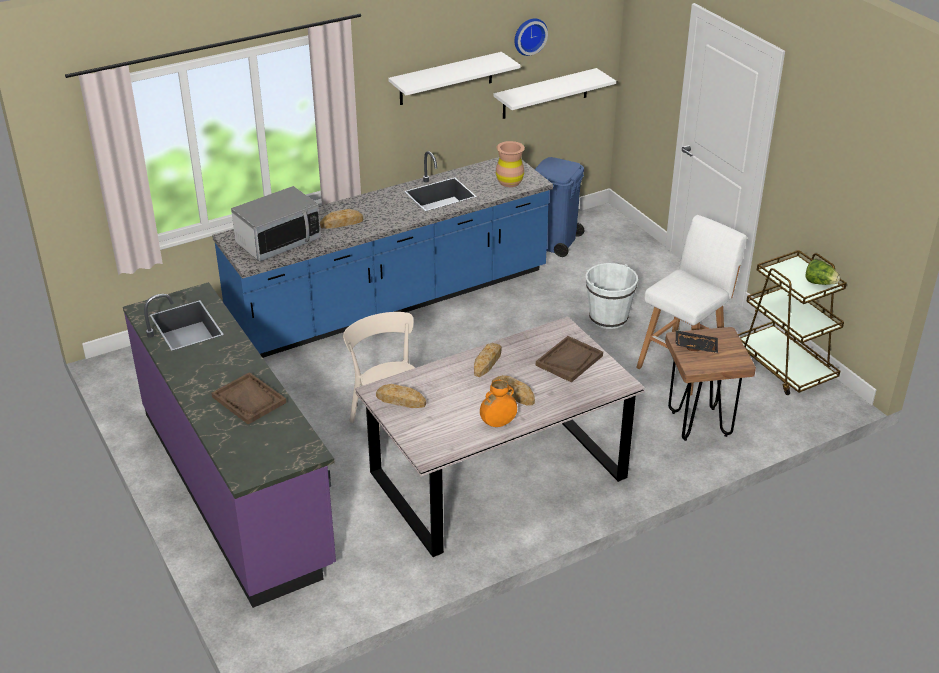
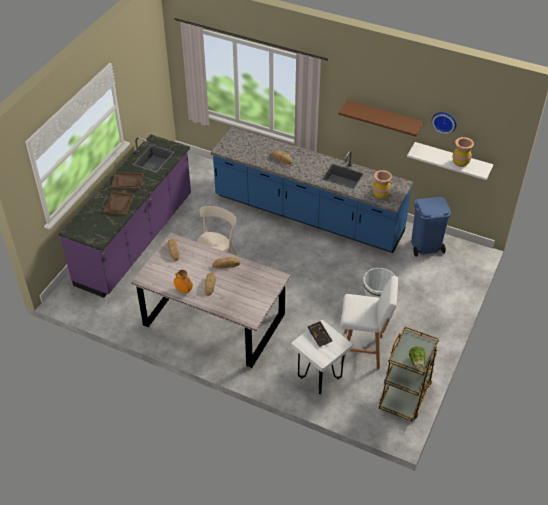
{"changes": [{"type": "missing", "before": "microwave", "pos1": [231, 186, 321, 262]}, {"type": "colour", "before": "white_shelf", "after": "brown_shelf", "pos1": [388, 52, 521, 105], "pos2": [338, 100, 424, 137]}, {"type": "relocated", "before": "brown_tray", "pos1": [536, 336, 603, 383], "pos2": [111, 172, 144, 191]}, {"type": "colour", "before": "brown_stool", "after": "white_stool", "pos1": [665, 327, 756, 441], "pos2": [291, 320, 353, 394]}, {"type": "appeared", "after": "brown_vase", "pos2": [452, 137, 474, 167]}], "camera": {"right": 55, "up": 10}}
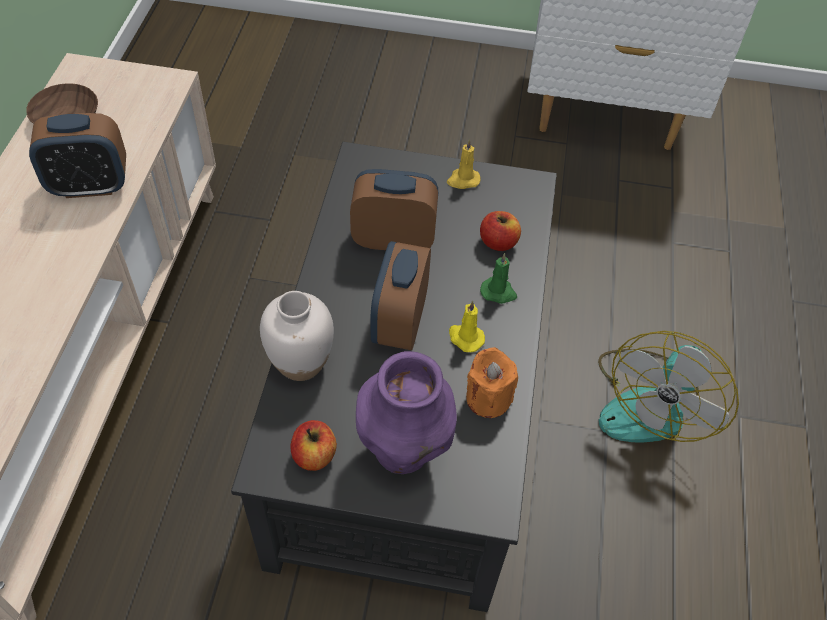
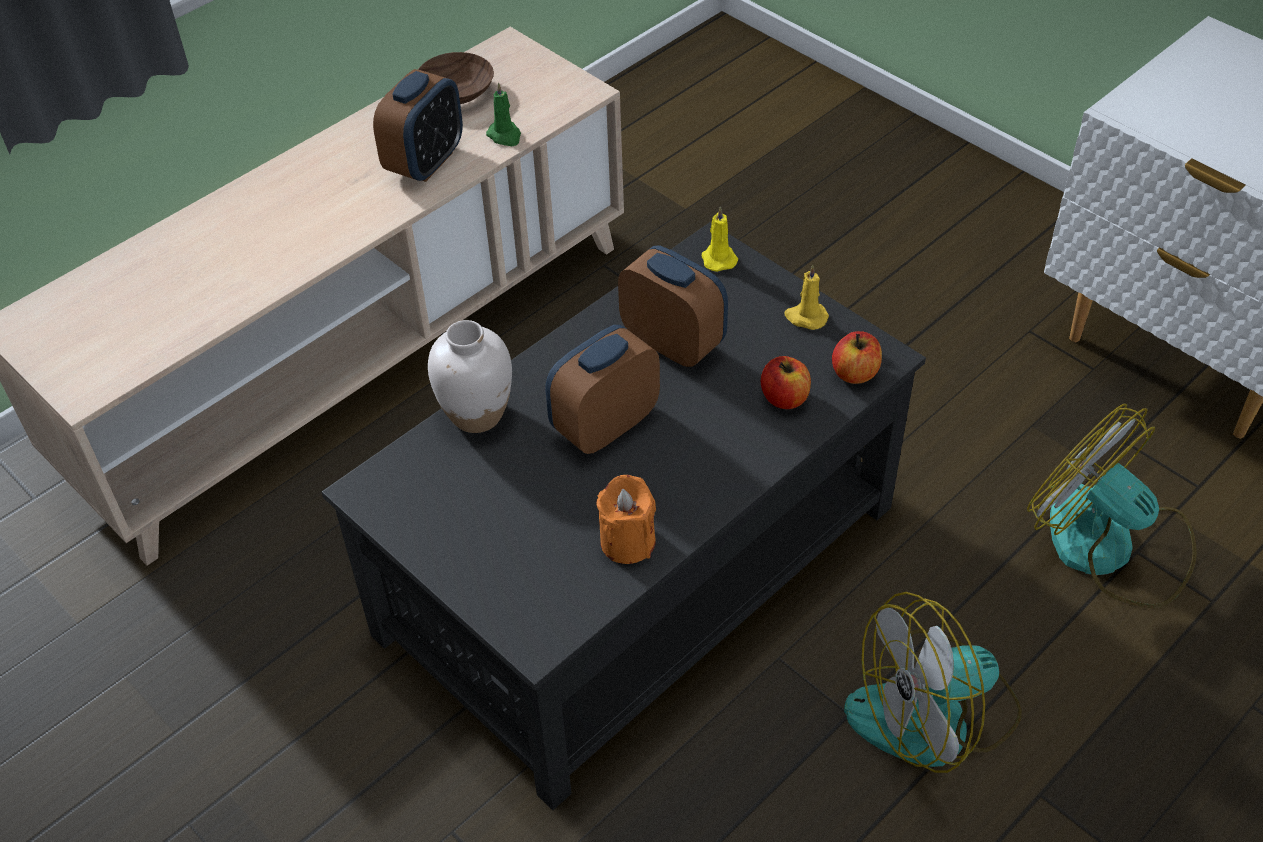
{"changes": [{"type": "spun", "before": "alarm_clock", "pos1": [29, 113, 126, 198], "pos2": [373, 69, 463, 182], "turn": -90}, {"type": "relocated", "before": "apple", "pos1": [291, 420, 337, 471], "pos2": [832, 331, 882, 384]}, {"type": "missing", "before": "purple_vase", "pos1": [356, 351, 457, 474]}, {"type": "relocated", "before": "yellow_candle", "pos1": [449, 300, 485, 352], "pos2": [702, 206, 738, 272]}, {"type": "relocated", "before": "green_candle", "pos1": [480, 253, 517, 304], "pos2": [486, 82, 521, 146]}, {"type": "appeared", "after": "fan", "pos2": [1027, 404, 1197, 608]}], "camera": {"right": 40, "up": -5}}
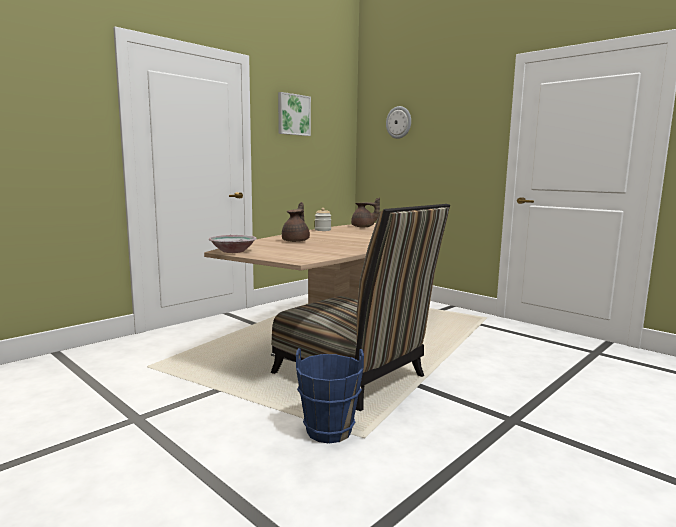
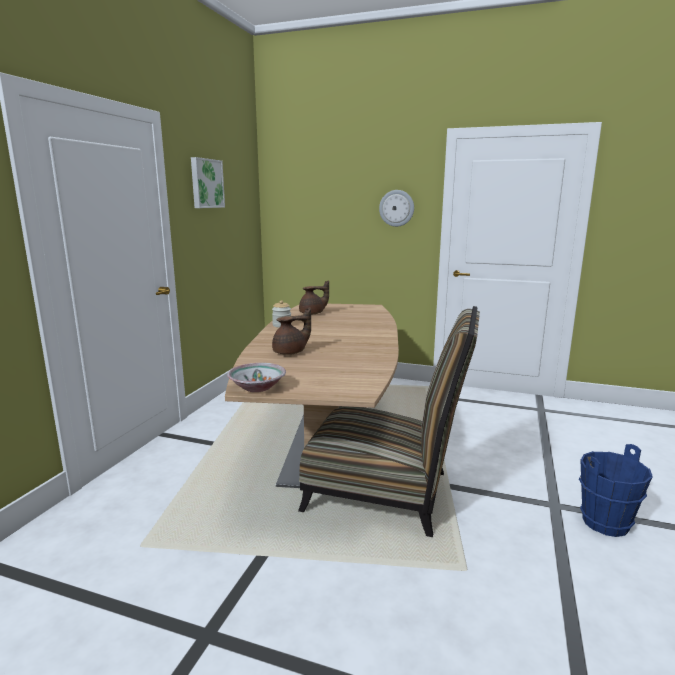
{"changes": [{"type": "spun", "before": "brown_teapot", "pos1": [282, 202, 310, 242], "pos2": [272, 307, 311, 355], "turn": 75}, {"type": "relocated", "before": "blue_bucket", "pos1": [296, 348, 364, 443], "pos2": [579, 444, 652, 537]}, {"type": "relocated", "before": "wall_clock", "pos1": [386, 106, 411, 139], "pos2": [379, 190, 414, 227]}], "camera": {"right": -25, "up": 5}}
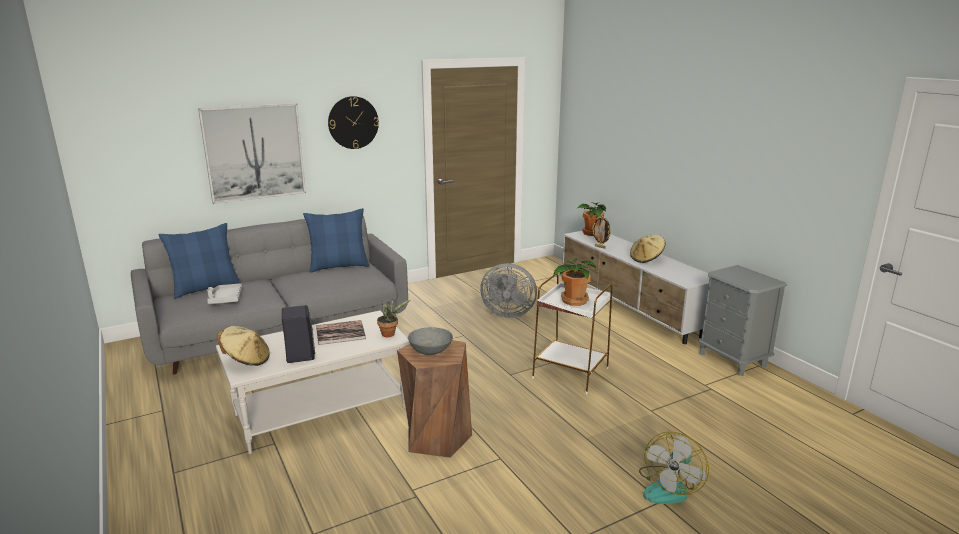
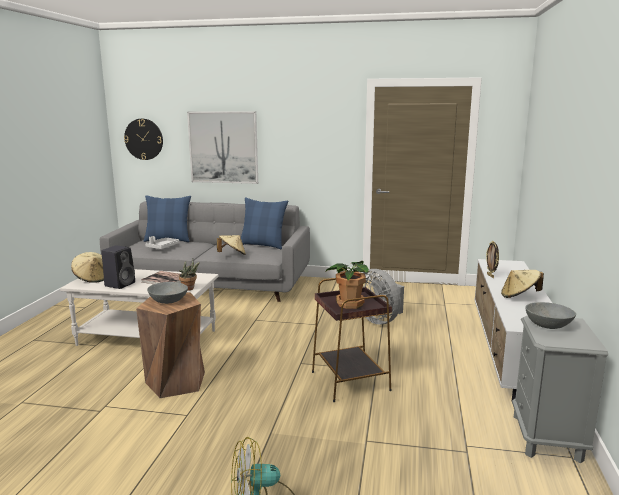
{"changes": [{"type": "relocated", "before": "wall_clock", "pos1": [328, 96, 379, 149], "pos2": [124, 119, 163, 160]}, {"type": "colour", "before": "white_side_table", "after": "brown_side_table", "pos1": [532, 274, 612, 394], "pos2": [312, 278, 392, 402]}, {"type": "missing", "before": "potted_plant", "pos1": [577, 203, 606, 236]}, {"type": "appeared", "after": "beige_hat", "pos2": [217, 235, 246, 255]}, {"type": "appeared", "after": "grey_bowl", "pos2": [525, 302, 576, 329]}], "camera": {"right": 40, "up": -5}}
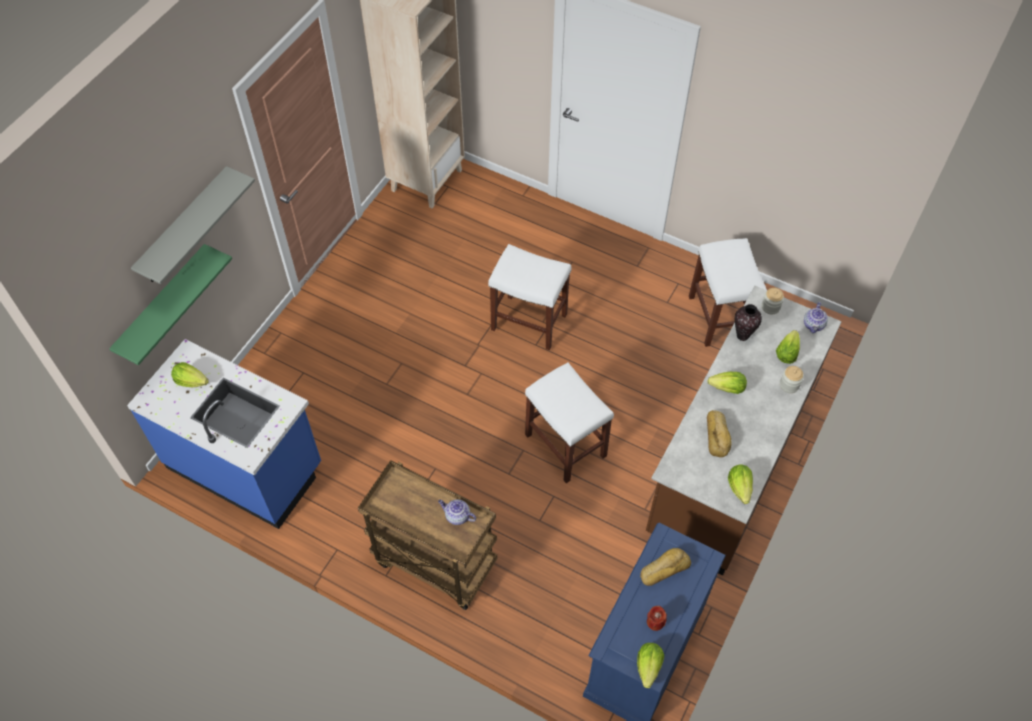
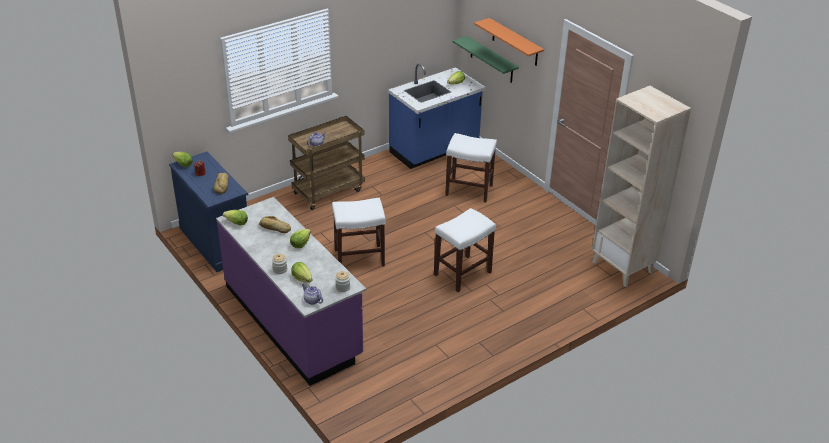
{"changes": [{"type": "colour", "before": "grey_shelf", "after": "orange_shelf", "pos1": [131, 166, 255, 284], "pos2": [474, 18, 544, 66]}, {"type": "colour", "before": "brown_counter", "after": "purple_counter", "pos1": [646, 286, 842, 576], "pos2": [216, 197, 366, 386]}, {"type": "relocated", "before": "white_stool", "pos1": [689, 238, 767, 347], "pos2": [445, 133, 497, 202]}, {"type": "missing", "before": "vase", "pos1": [735, 304, 762, 341]}], "camera": {"right": 115, "up": -20}}
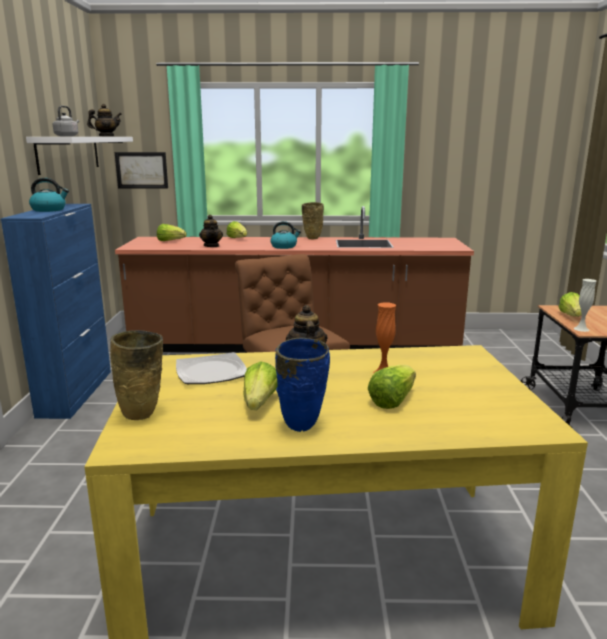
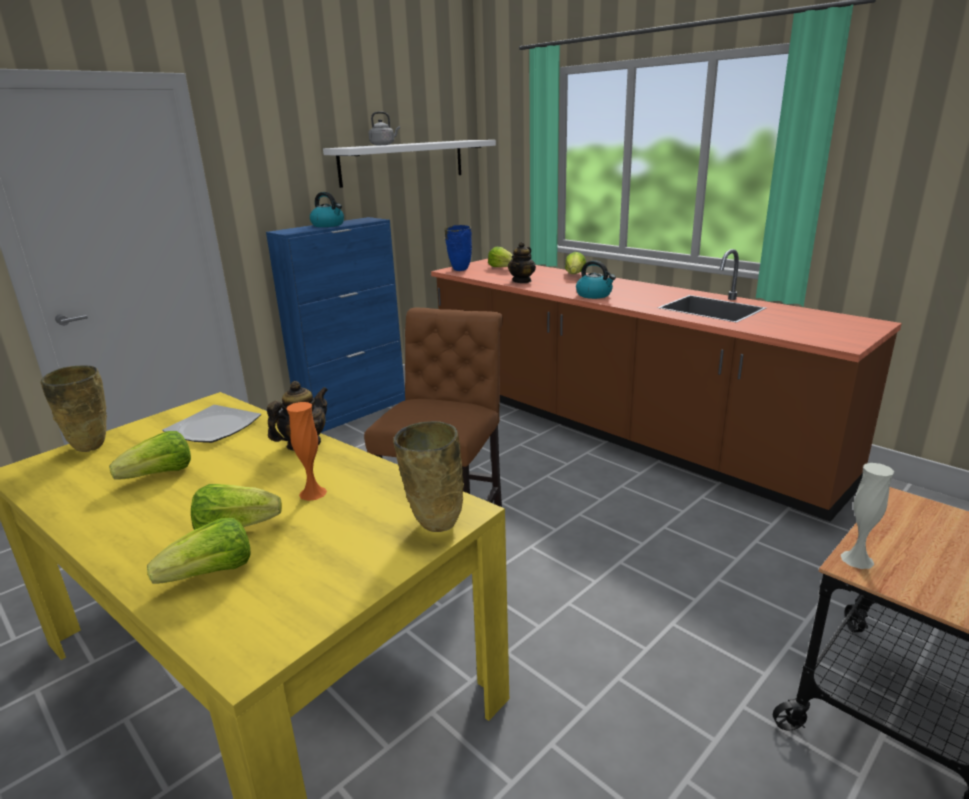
{"changes": [{"type": "missing", "before": "teapot", "pos1": [87, 104, 122, 137]}, {"type": "missing", "before": "picture", "pos1": [114, 152, 168, 189]}, {"type": "relocated", "before": "blue_vase", "pos1": [275, 338, 330, 432], "pos2": [444, 225, 472, 271]}, {"type": "relocated", "before": "beige_vase", "pos1": [302, 202, 324, 239], "pos2": [393, 421, 464, 532]}, {"type": "relocated", "before": "lettuce", "pos1": [559, 292, 582, 317], "pos2": [147, 518, 250, 584]}], "camera": {"right": 45, "up": 5}}
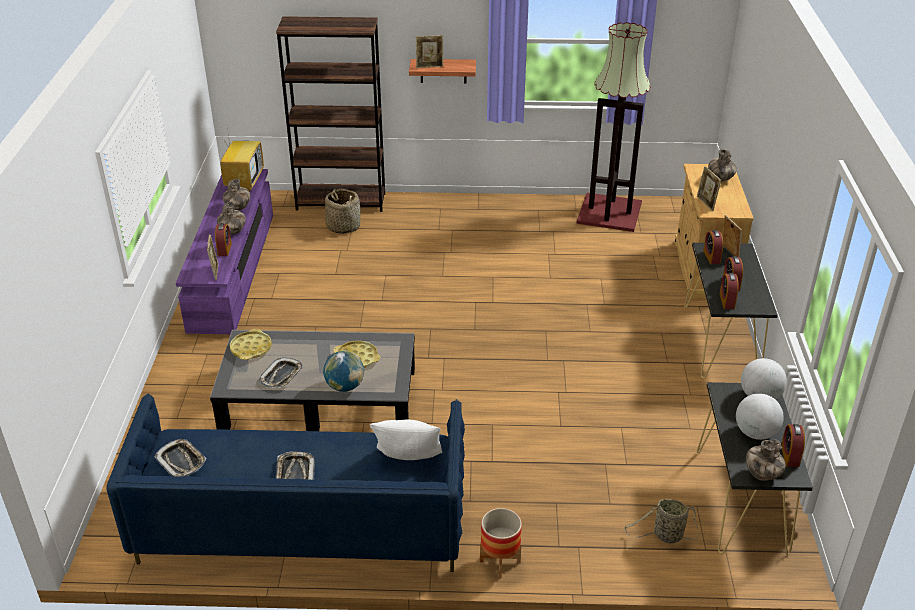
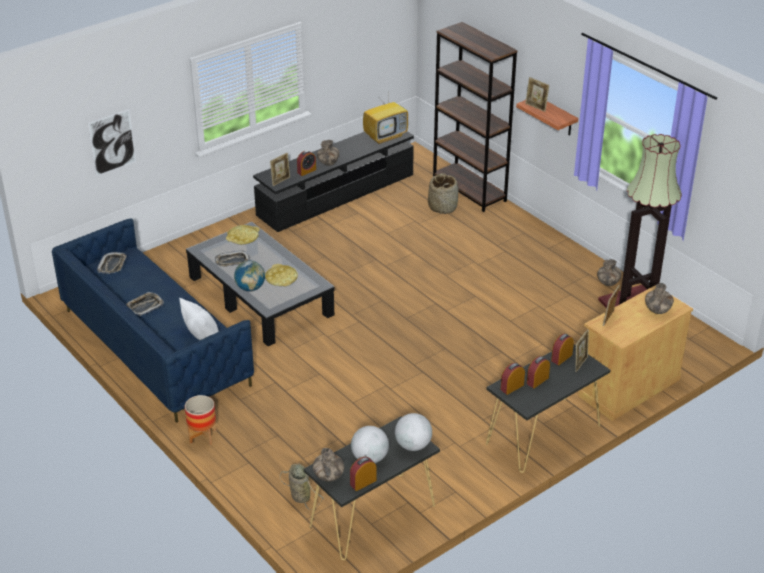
{"changes": [{"type": "colour", "before": "purple_tv_stand", "after": "black_tv_stand", "pos1": [176, 169, 273, 334], "pos2": [253, 131, 414, 232]}, {"type": "relocated", "before": "vase", "pos1": [223, 179, 250, 210], "pos2": [597, 259, 622, 286]}, {"type": "appeared", "after": "picture", "pos2": [88, 109, 136, 177]}], "camera": {"right": 50, "up": 0}}
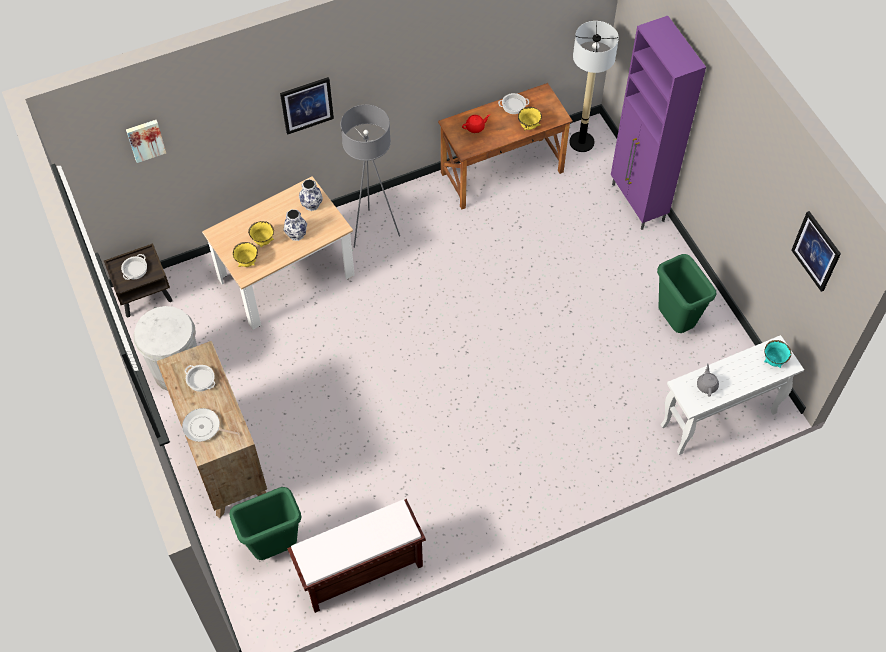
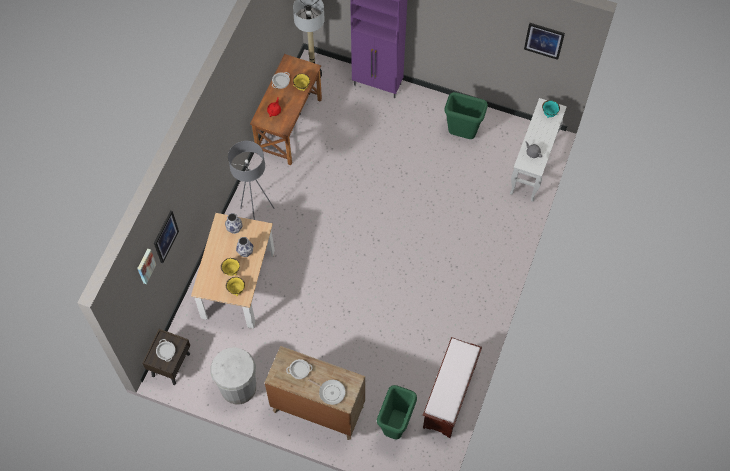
{"changes": [{"type": "spun", "before": "frying_pan", "pos1": [182, 408, 239, 442], "pos2": [308, 379, 345, 405], "turn": -120}, {"type": "relocated", "before": "picture", "pos1": [280, 77, 334, 135], "pos2": [154, 210, 179, 264]}], "camera": {"right": -45, "up": 5}}
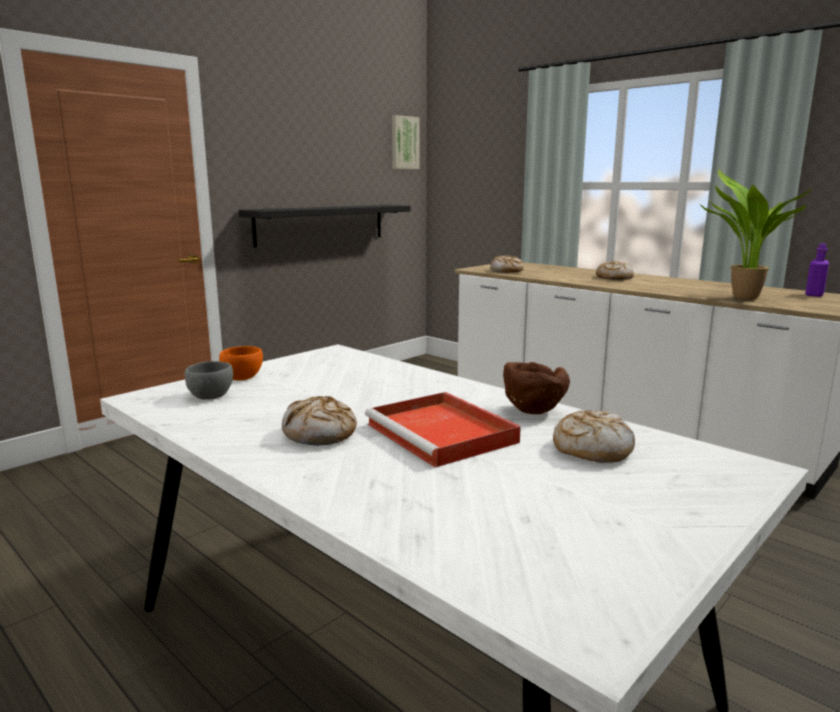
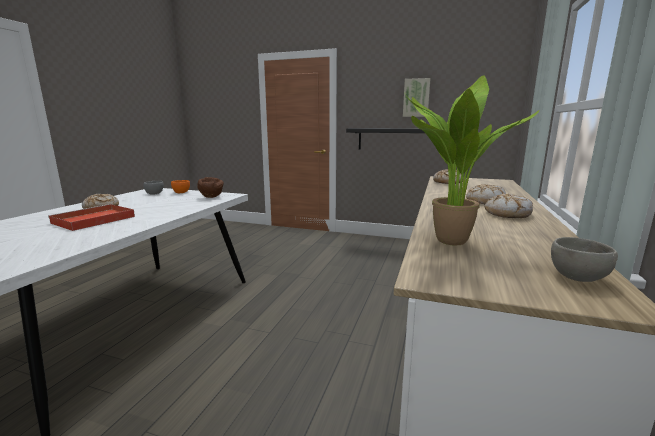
{"changes": [{"type": "relocated", "before": "picture", "pos1": [392, 115, 419, 169], "pos2": [403, 78, 431, 117]}, {"type": "relocated", "before": "brown_bowl", "pos1": [503, 362, 570, 414], "pos2": [197, 177, 224, 198]}, {"type": "relocated", "before": "bread", "pos1": [553, 410, 635, 463], "pos2": [485, 193, 533, 218]}, {"type": "exchanged", "before": "purple_bottle", "after": "grey_bowl", "pos1": [805, 244, 829, 297], "pos2": [551, 237, 618, 282]}], "camera": {"right": 65, "up": 0}}
